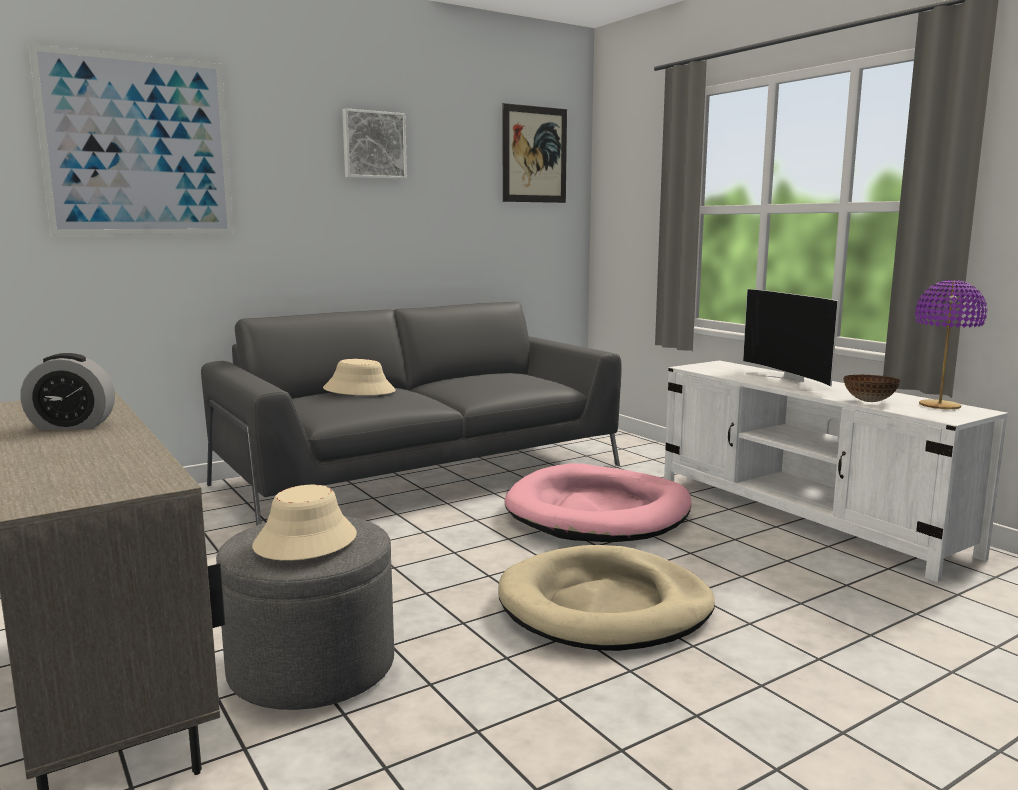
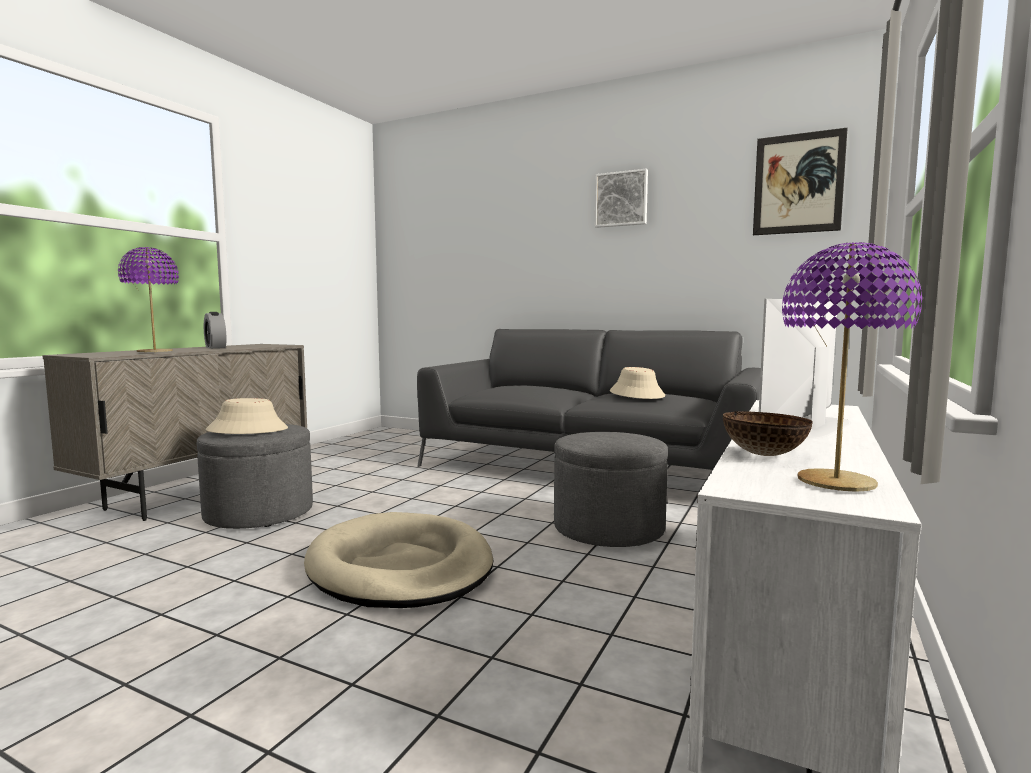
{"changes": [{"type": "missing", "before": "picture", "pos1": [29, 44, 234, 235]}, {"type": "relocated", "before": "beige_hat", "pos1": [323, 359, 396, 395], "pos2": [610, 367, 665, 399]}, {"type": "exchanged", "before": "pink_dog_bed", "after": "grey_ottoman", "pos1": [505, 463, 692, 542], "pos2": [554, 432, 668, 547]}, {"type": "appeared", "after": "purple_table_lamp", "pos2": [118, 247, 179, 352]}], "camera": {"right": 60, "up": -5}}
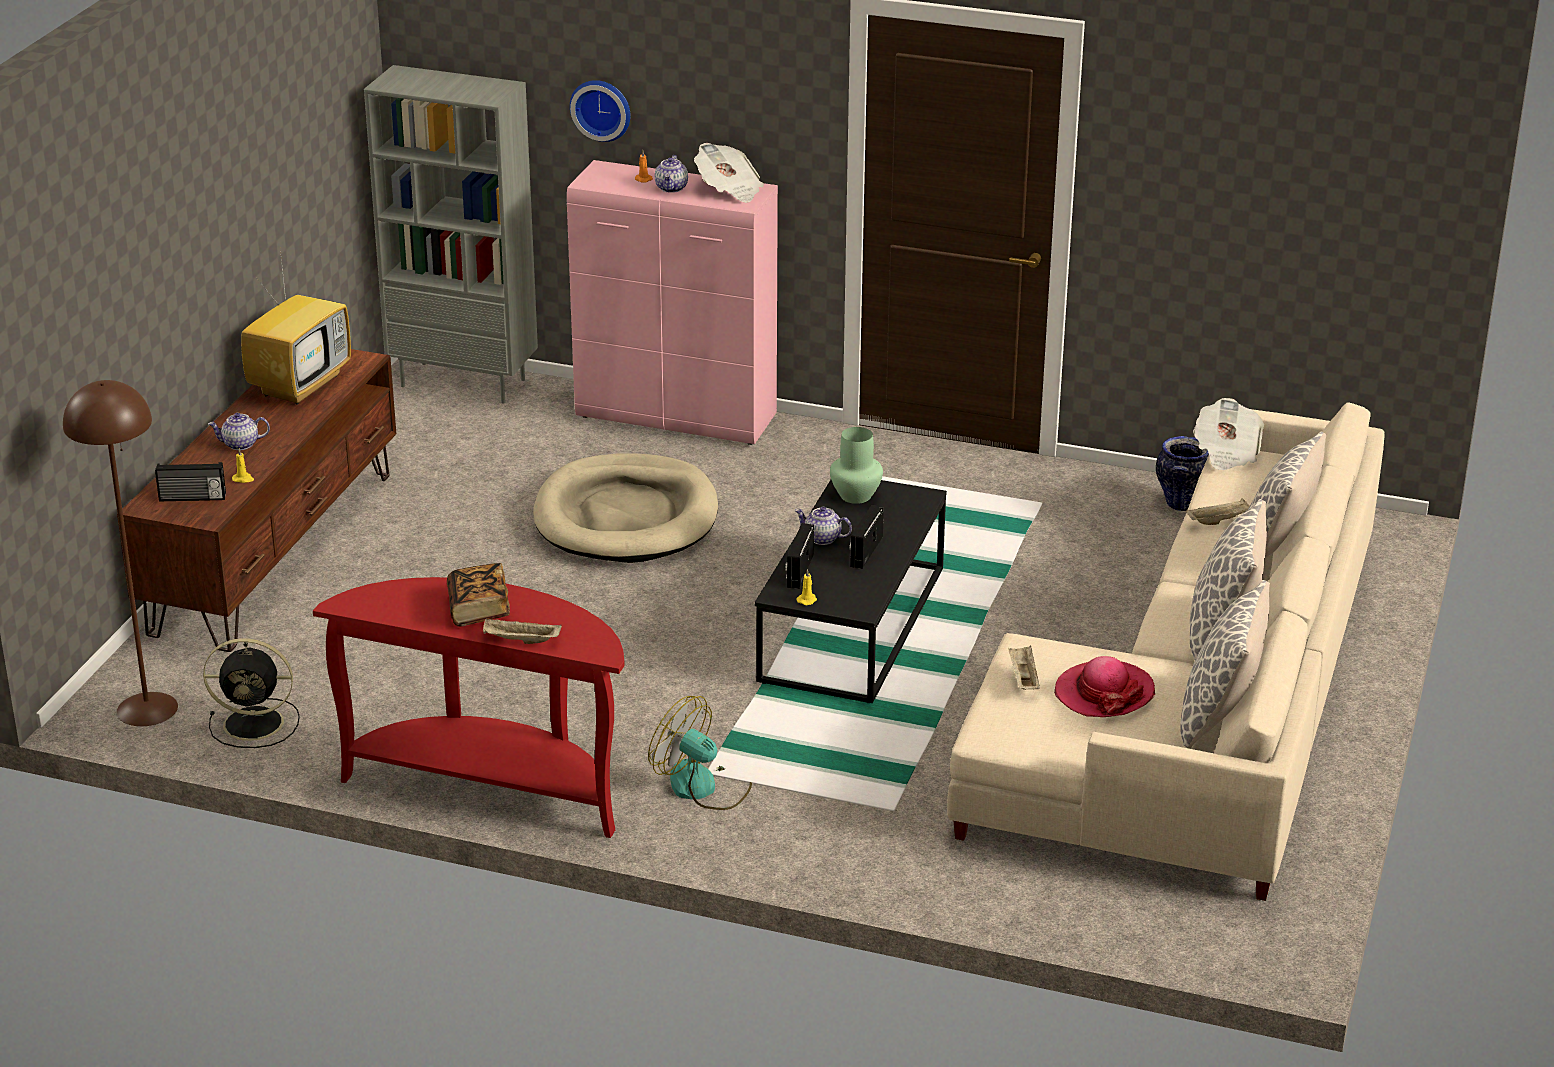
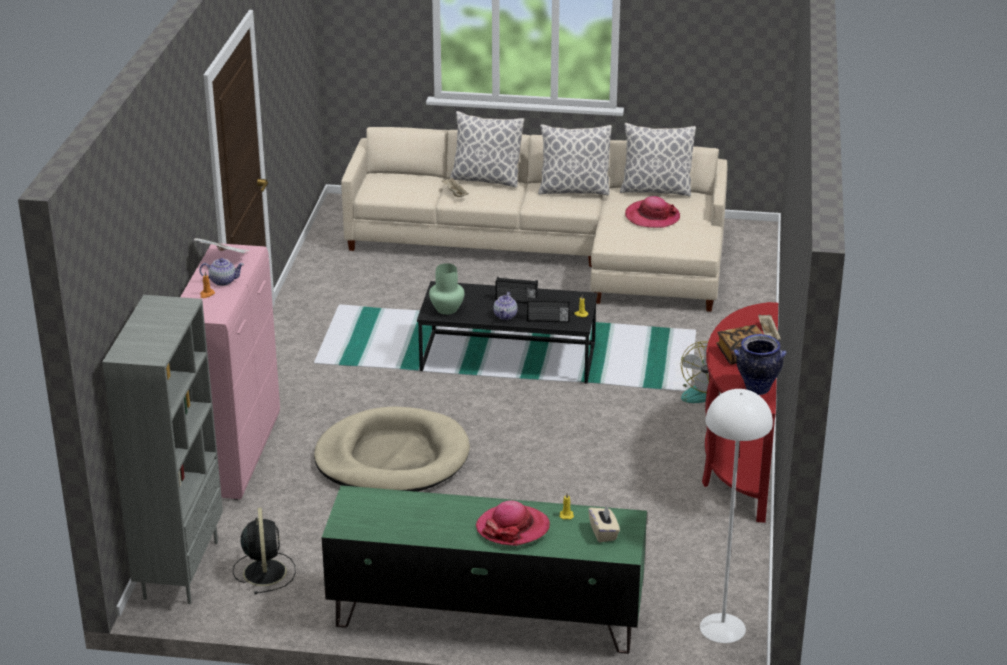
{"changes": [{"type": "colour", "before": "brown_floor_lamp", "after": "white_floor_lamp", "pos1": [63, 380, 178, 726], "pos2": [700, 389, 773, 643]}, {"type": "colour", "before": "brown_tv_stand", "after": "green_tv_stand", "pos1": [117, 349, 396, 652], "pos2": [322, 485, 647, 654]}, {"type": "exchanged", "before": "radio", "after": "beige_tissue_box", "pos1": [155, 462, 226, 501], "pos2": [588, 505, 620, 543]}, {"type": "relocated", "before": "black_fan", "pos1": [203, 638, 300, 748], "pos2": [233, 508, 296, 594]}, {"type": "exchanged", "before": "teapot", "after": "hat", "pos1": [208, 413, 270, 450], "pos2": [476, 500, 550, 546]}, {"type": "missing", "before": "television", "pos1": [241, 250, 351, 405]}, {"type": "missing", "before": "wall_clock", "pos1": [570, 80, 630, 142]}, {"type": "missing", "before": "beige_tray", "pos1": [1008, 646, 1040, 690]}, {"type": "relocated", "before": "vase", "pos1": [1156, 436, 1209, 511], "pos2": [734, 334, 786, 395]}, {"type": "missing", "before": "newspaper", "pos1": [1193, 398, 1264, 470]}], "camera": {"right": -100, "up": 0}}
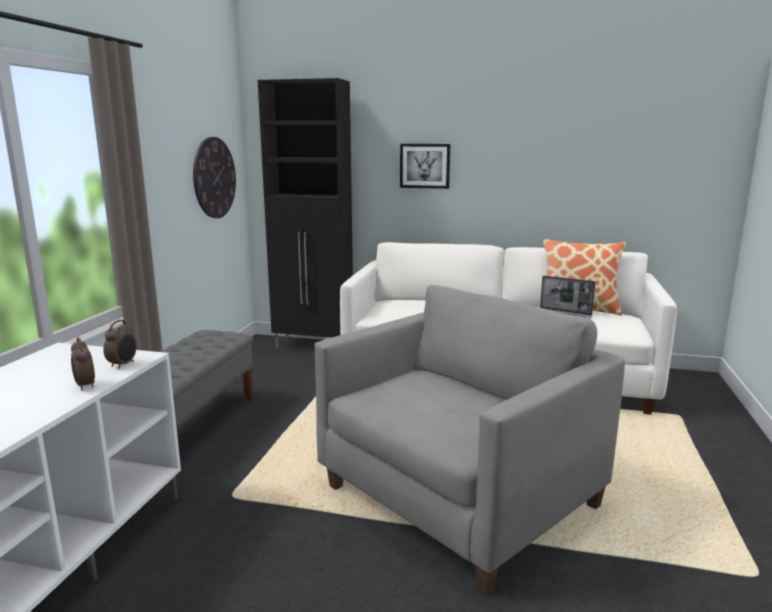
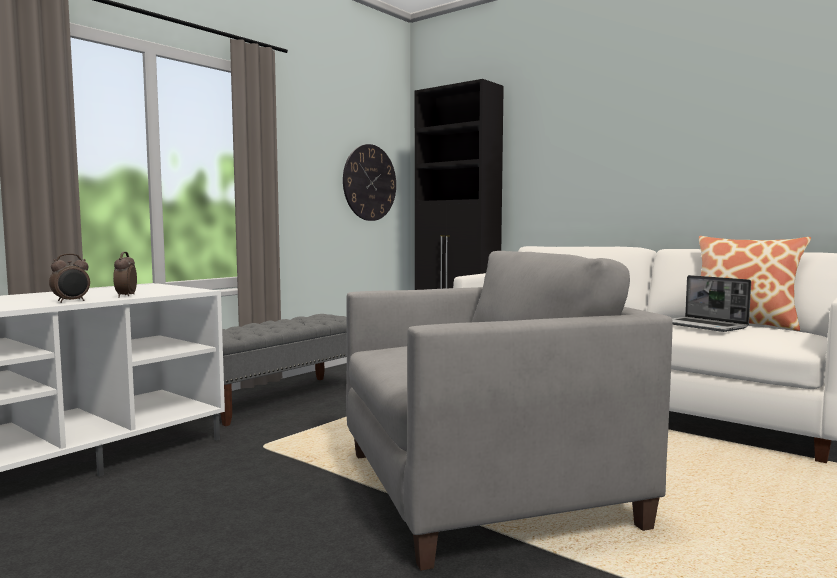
{"changes": [{"type": "relocated", "before": "alarm_clock", "pos1": [103, 320, 137, 369], "pos2": [49, 254, 90, 303]}, {"type": "missing", "before": "picture", "pos1": [400, 144, 450, 189]}], "camera": {"right": 25, "up": -10}}
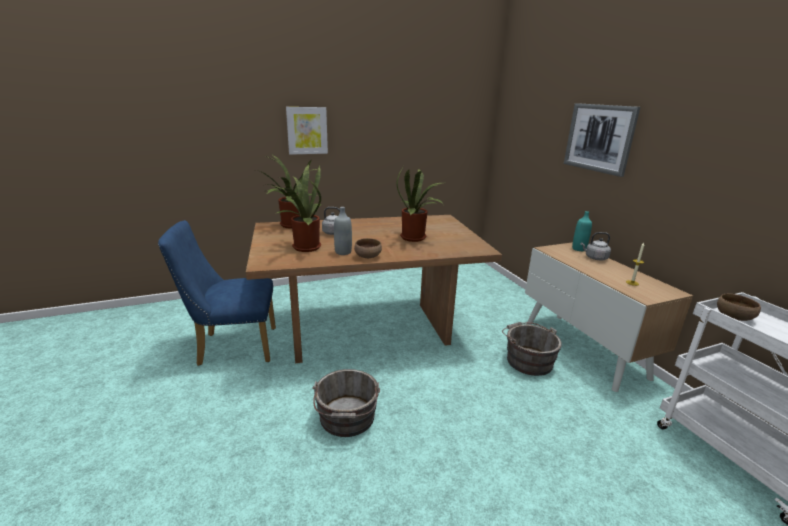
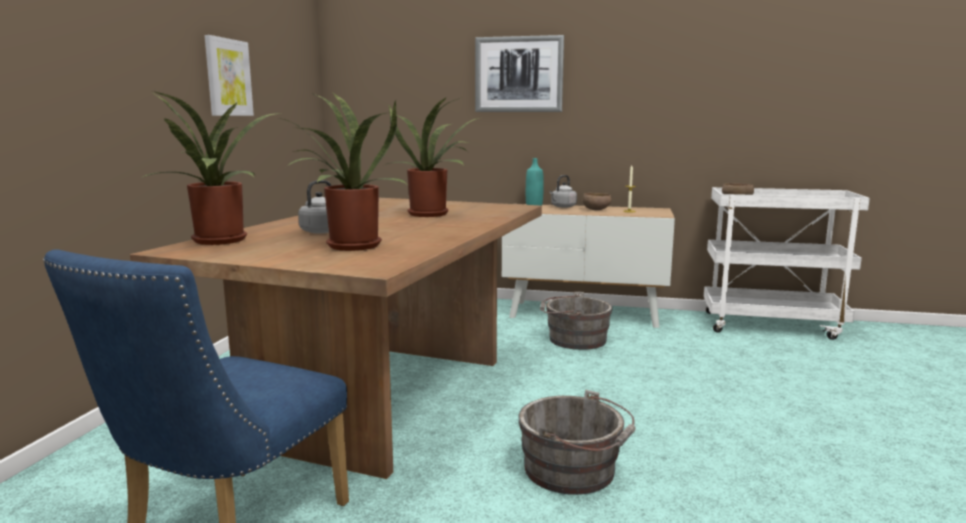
{"changes": [{"type": "relocated", "before": "picture", "pos1": [286, 107, 328, 155], "pos2": [204, 35, 254, 116]}, {"type": "missing", "before": "grey_bottle", "pos1": [334, 207, 352, 255]}, {"type": "relocated", "before": "brown_bowl", "pos1": [354, 238, 382, 258], "pos2": [583, 193, 611, 210]}], "camera": {"right": -55, "up": -10}}
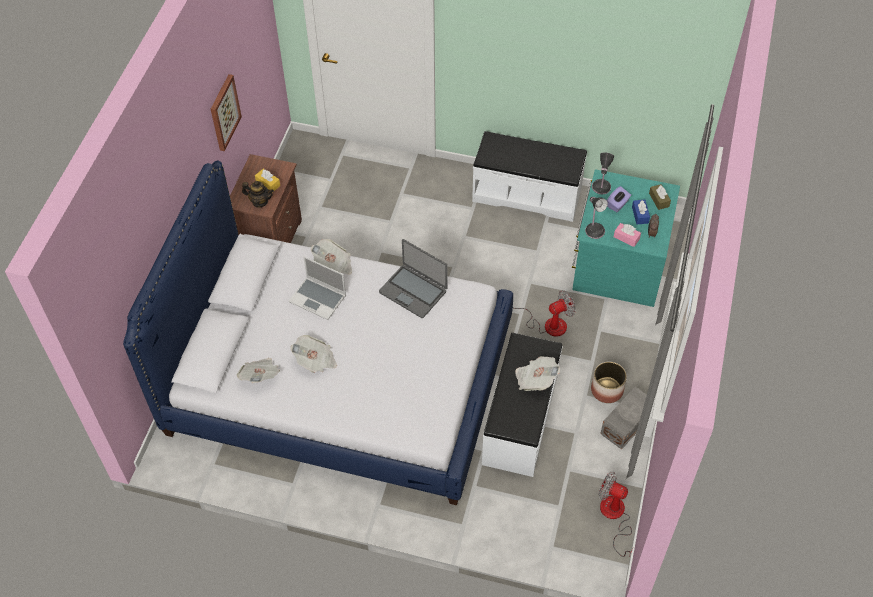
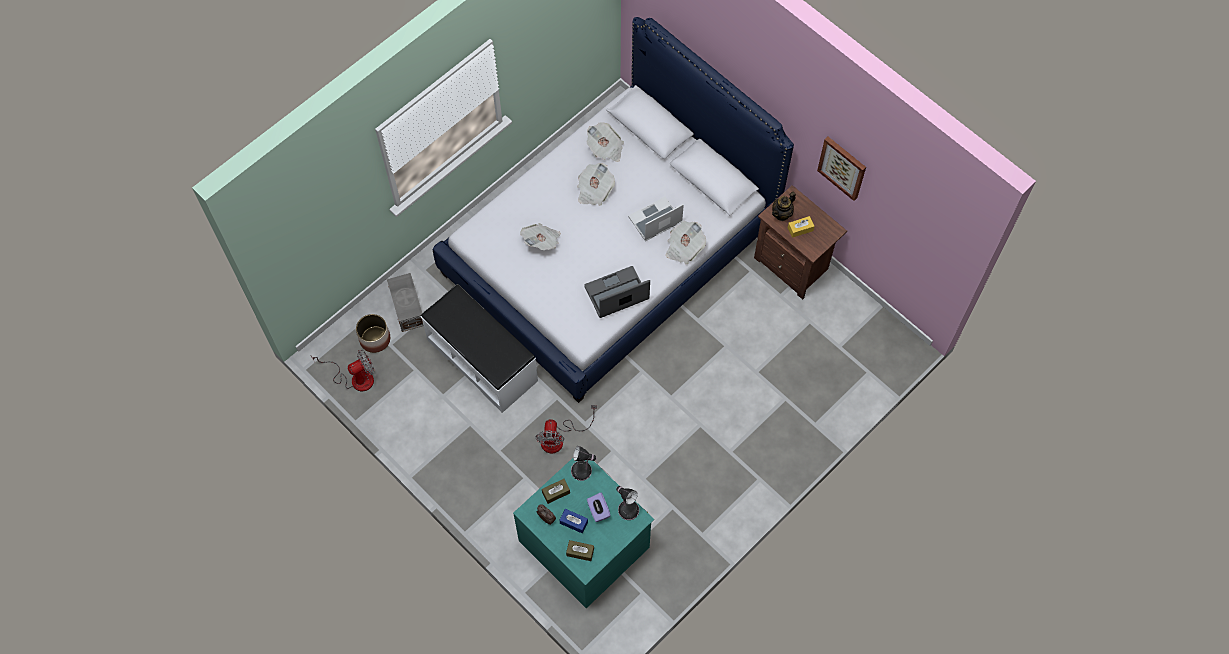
{"changes": [{"type": "missing", "before": "white_bench", "pos1": [472, 131, 587, 222]}, {"type": "relocated", "before": "newspaper", "pos1": [515, 356, 560, 391], "pos2": [520, 223, 561, 250]}, {"type": "relocated", "before": "planter", "pos1": [591, 362, 627, 403], "pos2": [356, 314, 390, 353]}, {"type": "relocated", "before": "grey_storage_box", "pos1": [600, 387, 647, 449], "pos2": [387, 273, 424, 332]}, {"type": "colour", "before": "pink_tissue_box", "after": "brown_tissue_box", "pos1": [614, 223, 641, 247], "pos2": [542, 479, 570, 504]}], "camera": {"right": 120, "up": 10}}
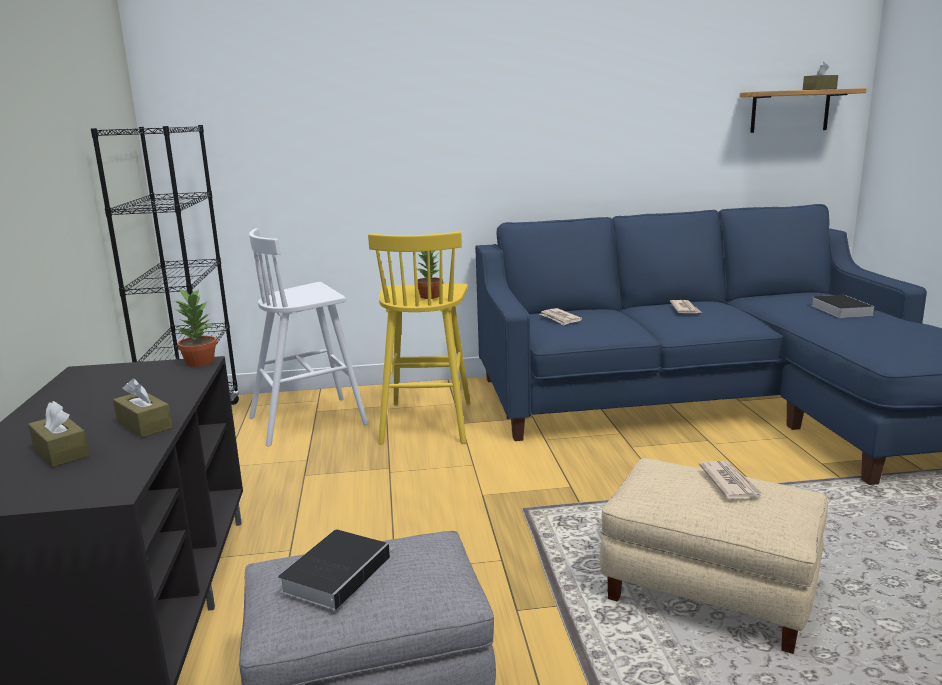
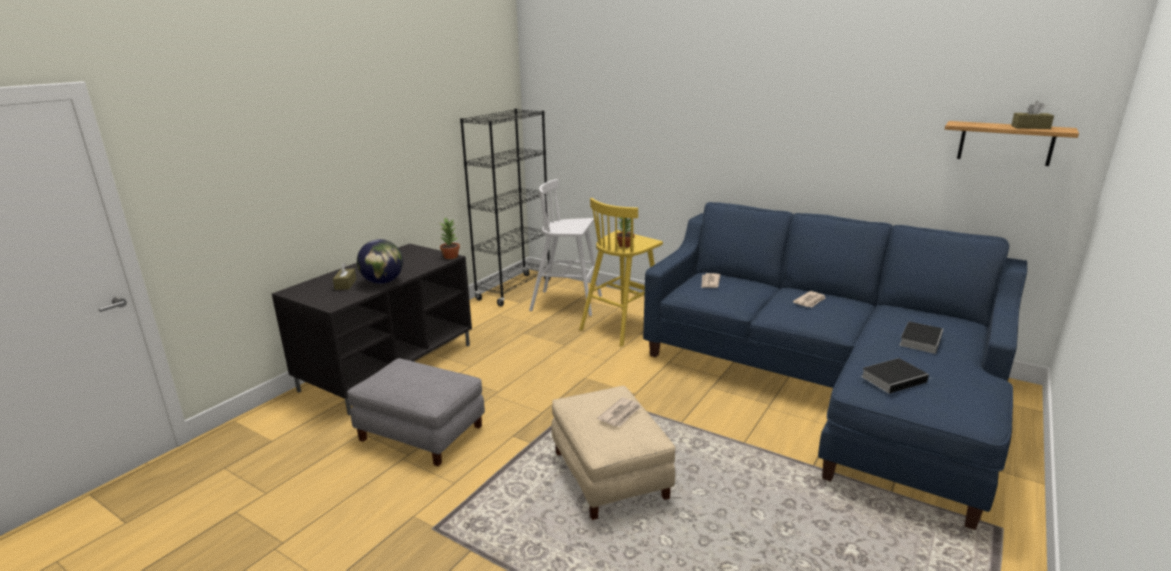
{"changes": [{"type": "exchanged", "before": "brown_tissue_box", "after": "globe", "pos1": [113, 379, 173, 438], "pos2": [357, 239, 403, 284]}, {"type": "relocated", "before": "book", "pos1": [278, 529, 396, 611], "pos2": [861, 358, 929, 394]}], "camera": {"right": 40, "up": 5}}
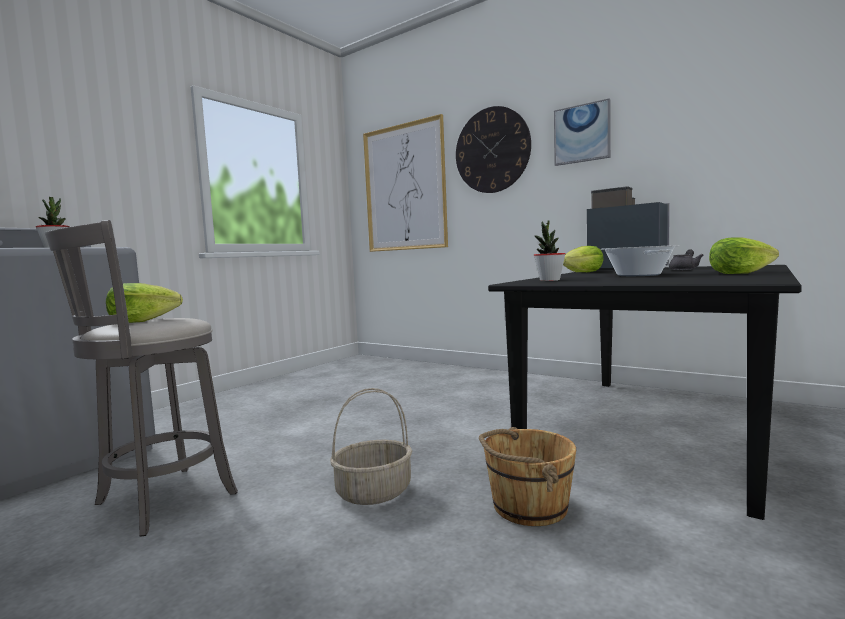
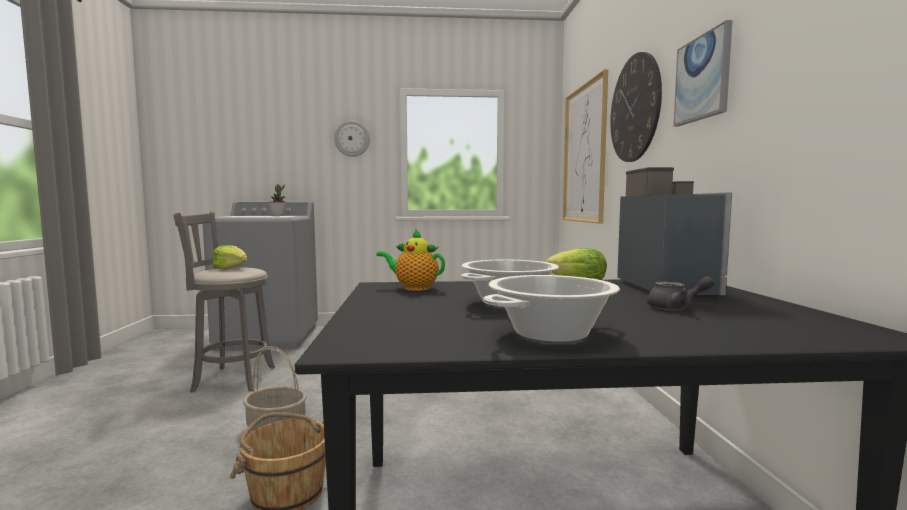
{"changes": [{"type": "exchanged", "before": "potted_plant", "after": "teapot", "pos1": [534, 221, 566, 281], "pos2": [376, 229, 445, 291]}, {"type": "exchanged", "before": "lettuce", "after": "cooking_pot", "pos1": [709, 237, 779, 274], "pos2": [483, 275, 620, 343]}, {"type": "appeared", "after": "wall_clock", "pos2": [334, 121, 370, 157]}], "camera": {"right": 50, "up": 0}}
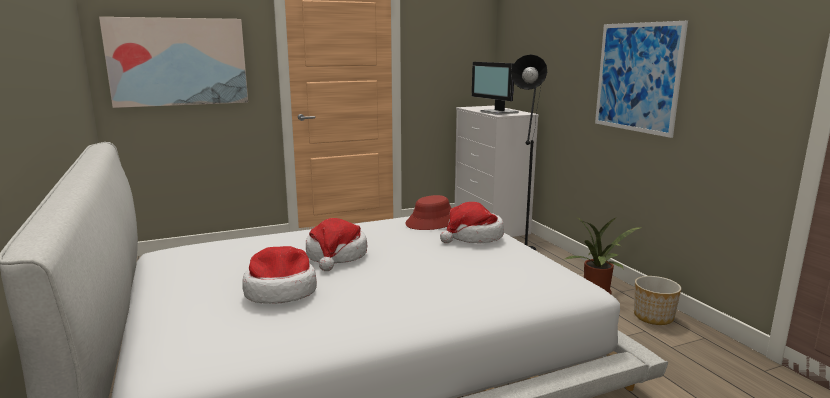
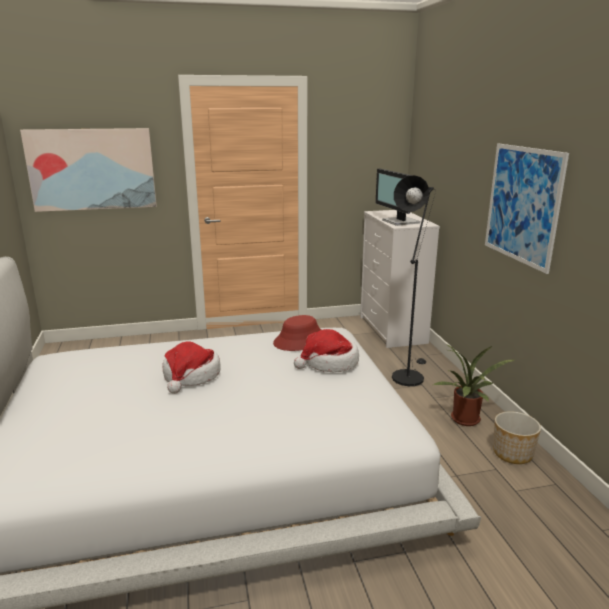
{"changes": [{"type": "missing", "before": "hat", "pos1": [242, 246, 317, 304]}], "camera": {"right": 10, "up": 5}}
